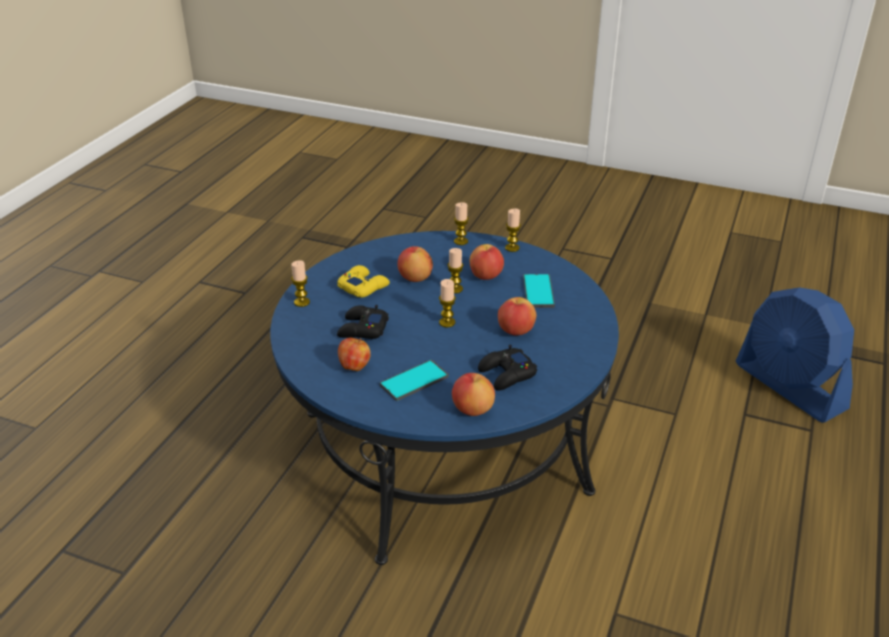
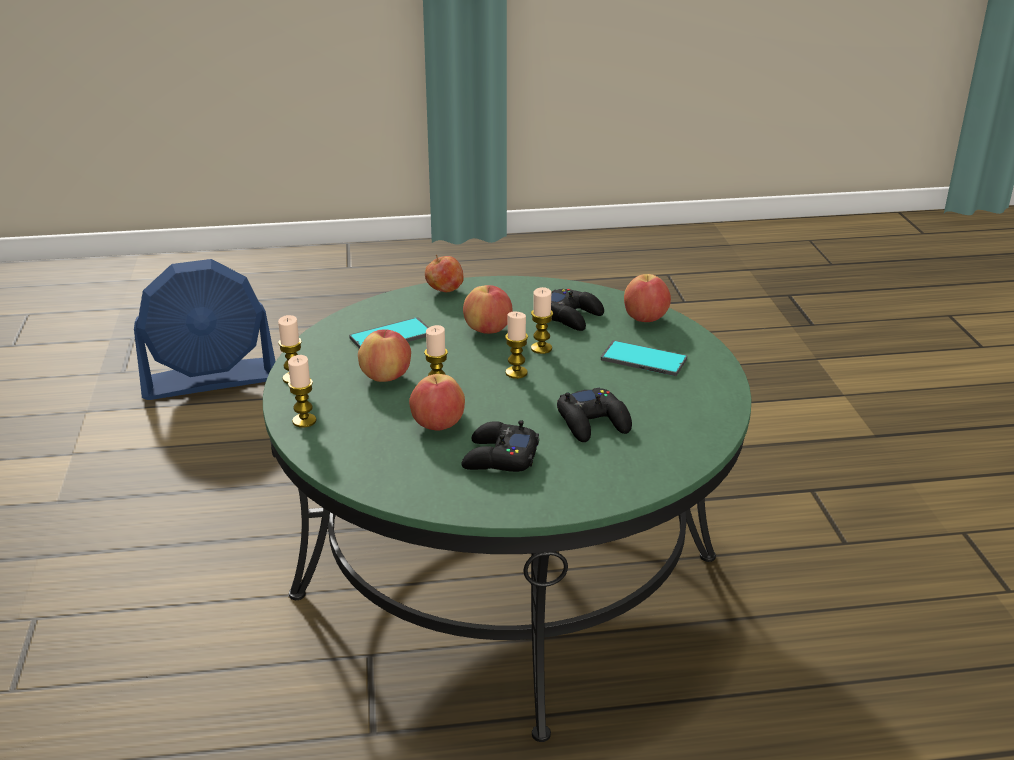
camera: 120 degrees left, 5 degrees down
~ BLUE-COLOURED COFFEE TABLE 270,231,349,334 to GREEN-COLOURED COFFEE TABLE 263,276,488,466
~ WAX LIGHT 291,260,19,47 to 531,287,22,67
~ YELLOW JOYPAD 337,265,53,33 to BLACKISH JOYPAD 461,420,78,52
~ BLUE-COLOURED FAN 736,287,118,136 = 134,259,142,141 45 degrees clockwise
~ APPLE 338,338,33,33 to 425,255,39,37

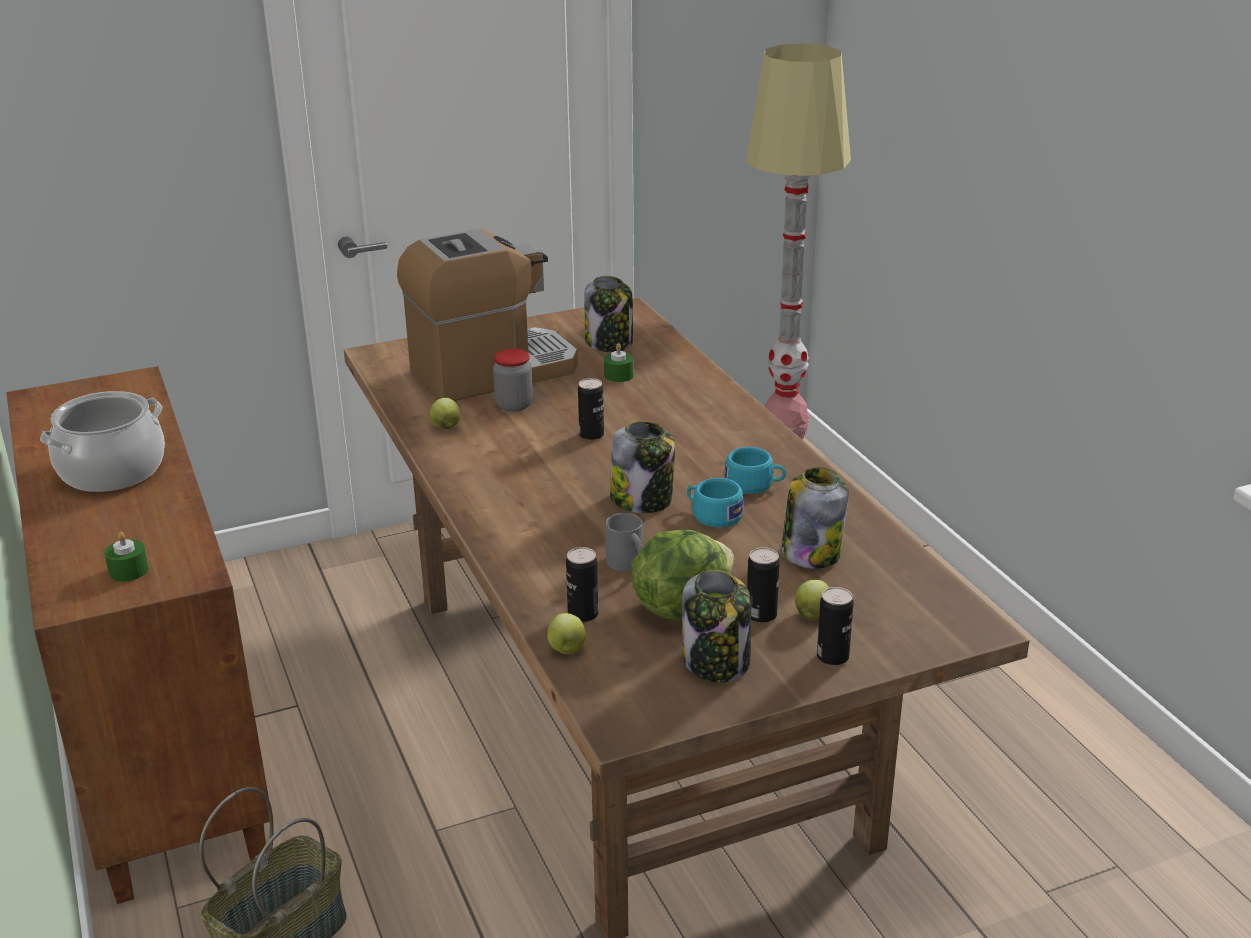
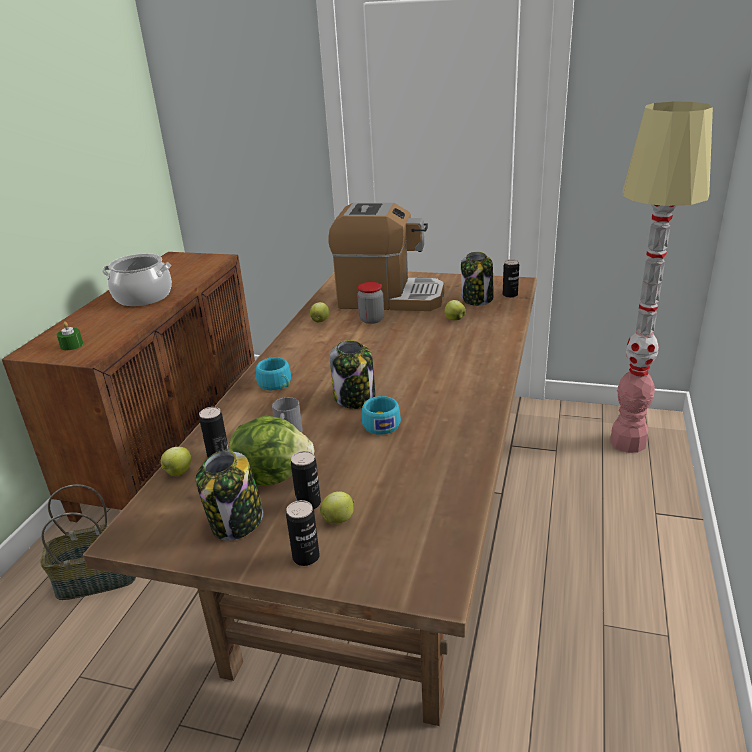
camera: 40 degrees right, 0 degrees up
~ GREEN-COLOURED WAX LIGHT 604,343,30,39 to APPLE 444,300,22,21
~ CAN 578,378,26,62 to 503,260,16,38
~ TURQUOISE DRINKING CUP 724,447,62,47 to 256,357,35,33
- PRESERVE JAR 782,467,66,102

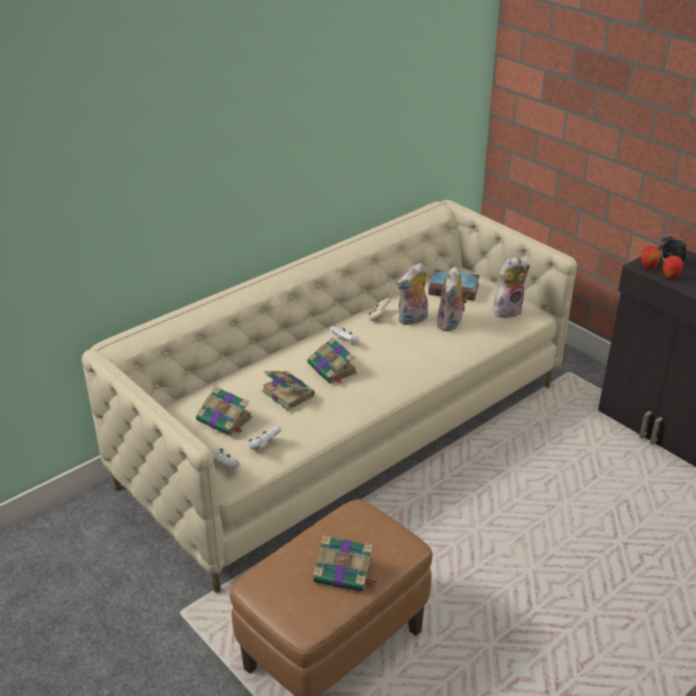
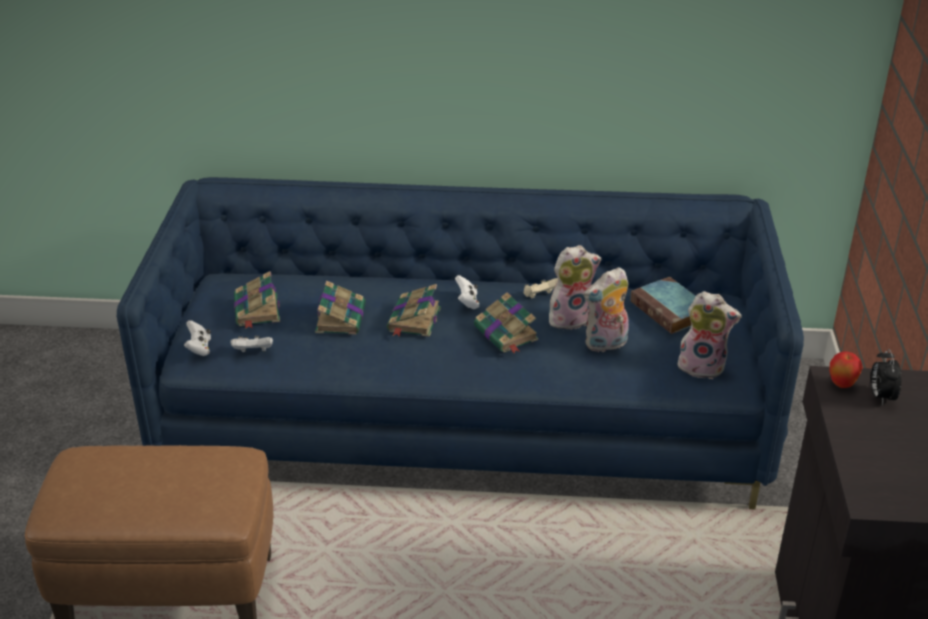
camera: 45 degrees right, 0 degrees up
~ BEIGE-COLOURED COUCH 82,200,495,393 to BLUE-COLOURED COUCH 117,177,687,333
- APPLE 663,255,20,24
~ CUDDLY TOY 397,263,31,62 = 549,245,52,85 150 degrees clockwise
~ VOLUME 313,535,64,56 to 474,292,65,62

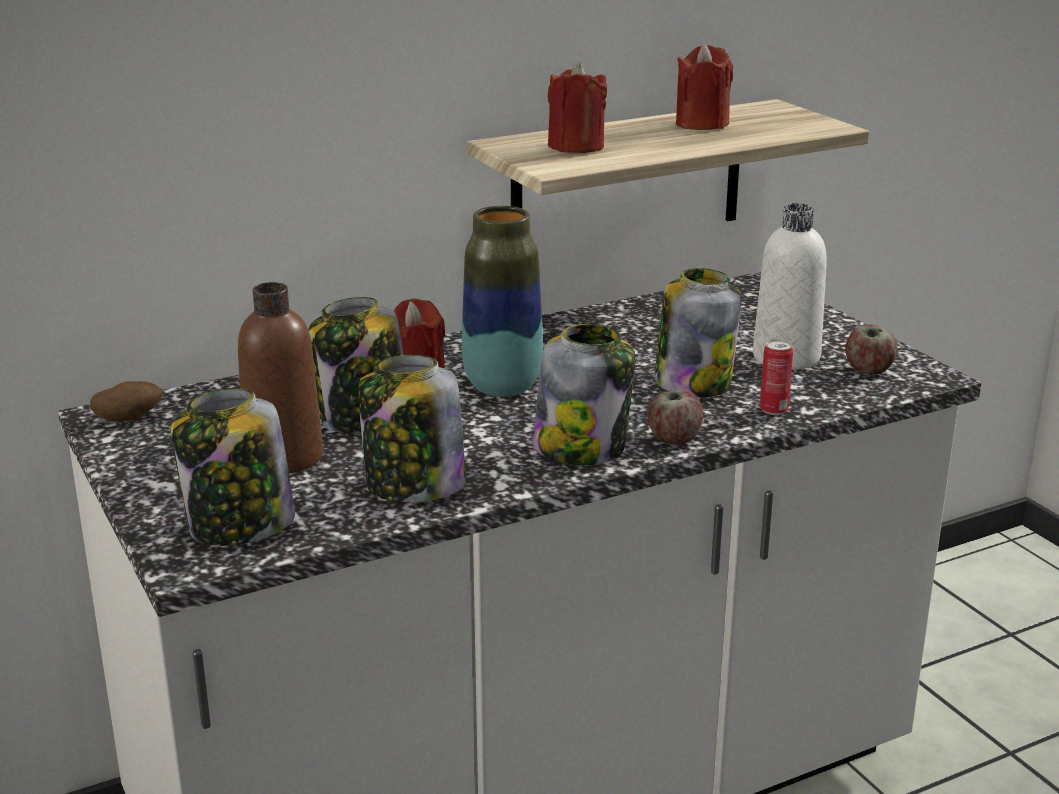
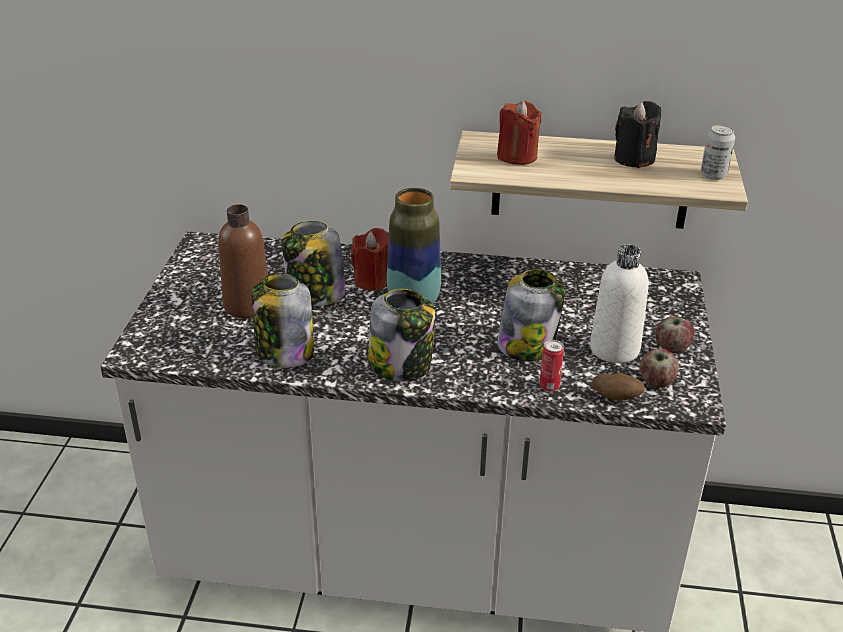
camera: 35 degrees right, 10 degrees up
~ RED WAX LIGHT 676,44,57,86 to BLACKISH WAX LIGHT 614,101,47,67
~ POTATO 90,381,73,40 to 593,373,52,28
- PRESERVE JAR 171,388,124,158
~ APPLE 647,390,56,55 to 655,317,39,36
+ CAN 701,125,34,55

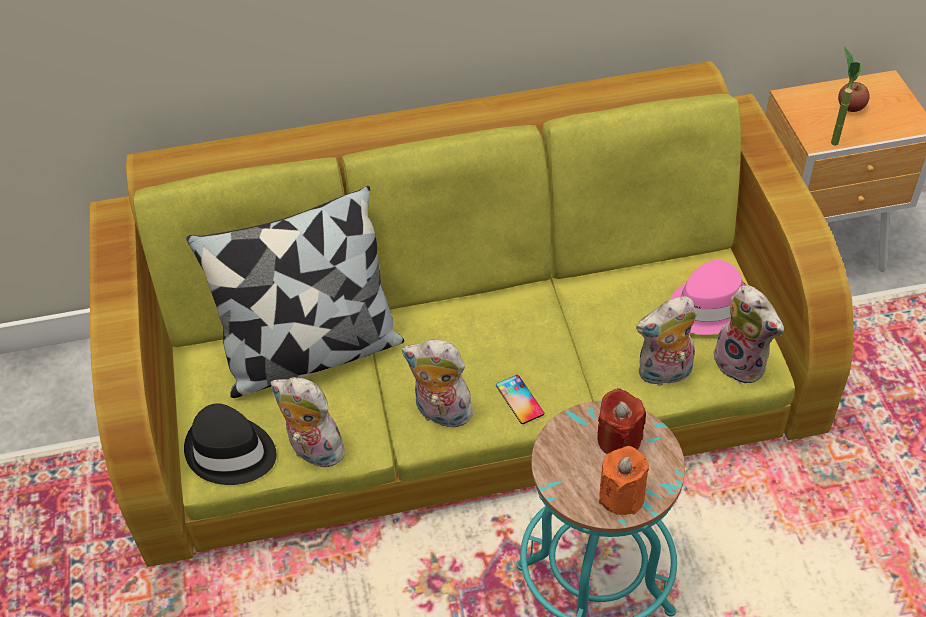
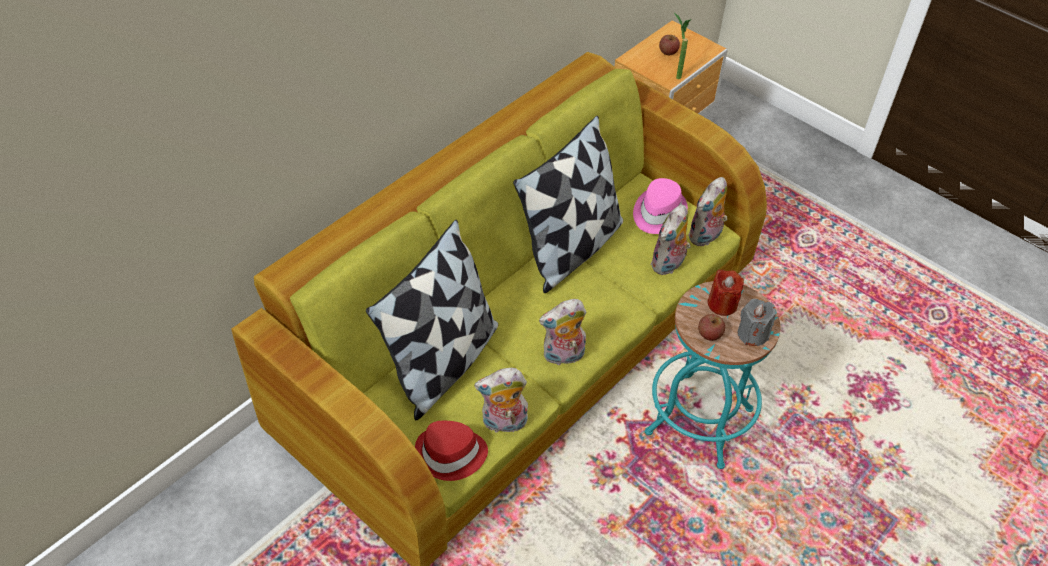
camera: 40 degrees left, 0 degrees up
~ CUDDLY TOY 714,285,70,99 = 688,177,40,70 120 degrees clockwise
- TELEPHONE 496,375,48,49
~ BLACKISH HAT 184,403,92,82 to RED HAT 415,421,73,60
~ ORANGE WAX LIGHT 599,446,50,69 to GRAY WAX LIGHT 738,299,38,47
+ CUSHION 513,116,110,177
+ APPLE 698,314,27,27

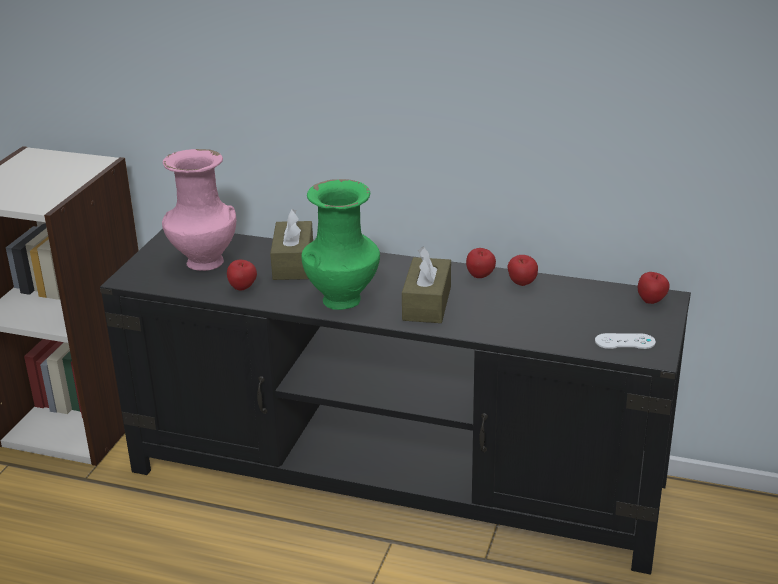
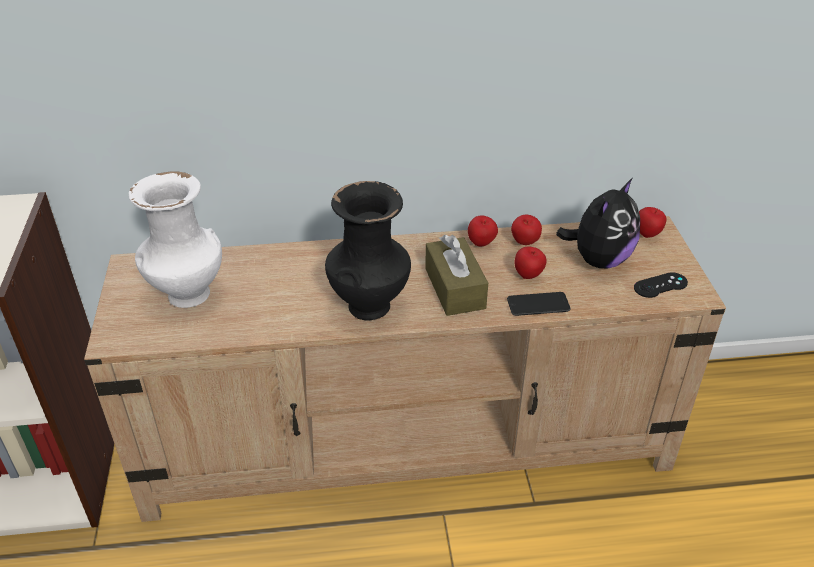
camera: 25 degrees left, 10 degrees up
~ PINK DECORATIVE VASE 162,149,74,122 to WHITE-COLOURED DECORATIVE VASE 129,171,93,137
~ GREEN-COLOURED DECORATIVE VASE 302,179,78,131 to BLACKISH DECORATIVE VASE 325,181,86,140
- BROWNISH TISSUE BOX 270,209,43,71
~ BLACKISH TV STAND 100,229,591,346 to BEIGE-COLOURED TV STAND 84,216,642,306
~ APPLE 227,260,30,31 to 515,247,32,32
~ WHITE-COLOURED JOYPAD 595,333,61,16 to BLACKISH JOYPAD 634,272,54,26
+ CUDDLY TOY 556,178,84,90
+ TELEPHONE 507,292,64,24

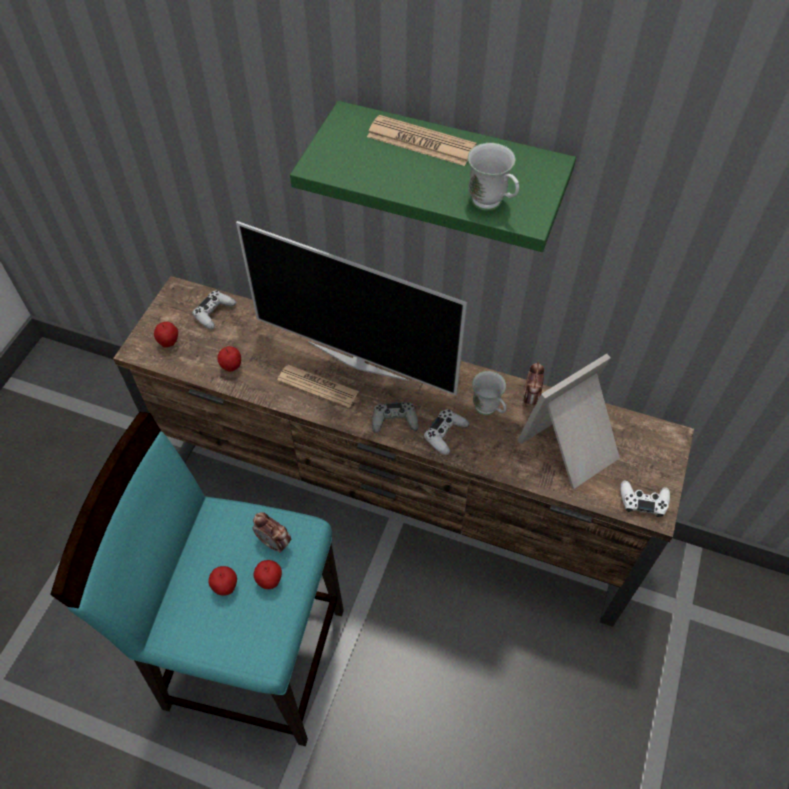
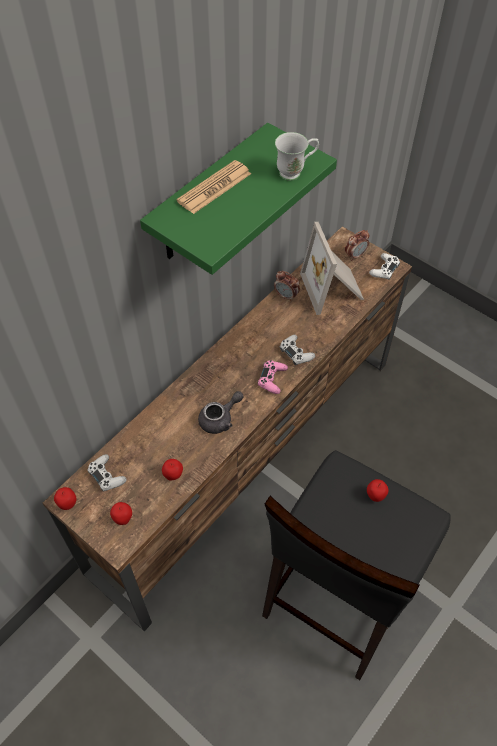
camera: 70 degrees left, 0 degrees up
- TV 236,221,231,175
~ PRINTED PAPER 277,365,82,43 to GRAY POT FOR TEA 198,391,45,43
- WHITE-COLOURED TEA MUG 472,371,34,44
~ GRAY JOYPAD 372,402,47,31 to PINK JOYPAD 258,360,30,34
~ TURQUOISE SITTING STOOL 50,412,294,334 to BLACKISH SITTING STOOL 262,450,188,230
~ ALARM CLOCK 253,512,38,41 to 345,230,24,31
~ APPLE 208,566,29,30 to 54,487,23,23

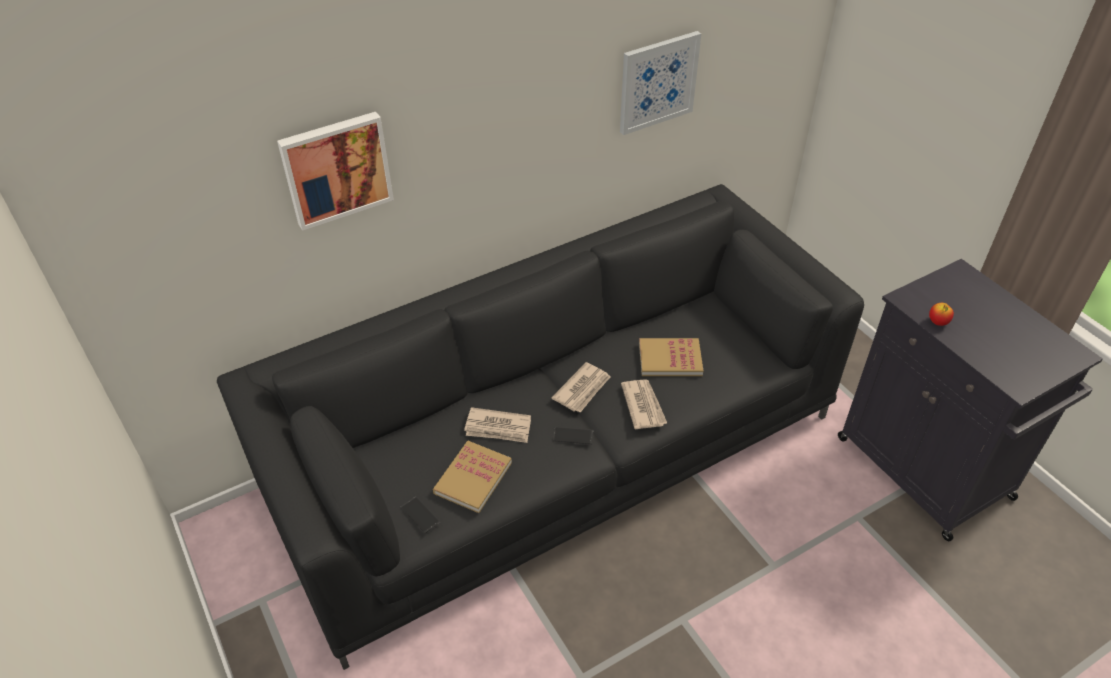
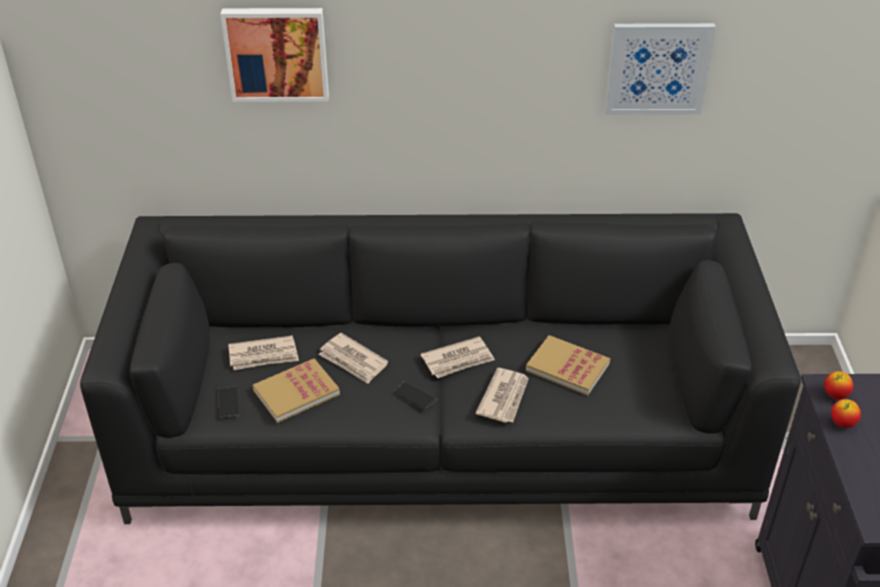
camera: 30 degrees right, 5 degrees down
+ PRINTED PAPER 228,335,71,35
+ APPLE 824,371,30,28

